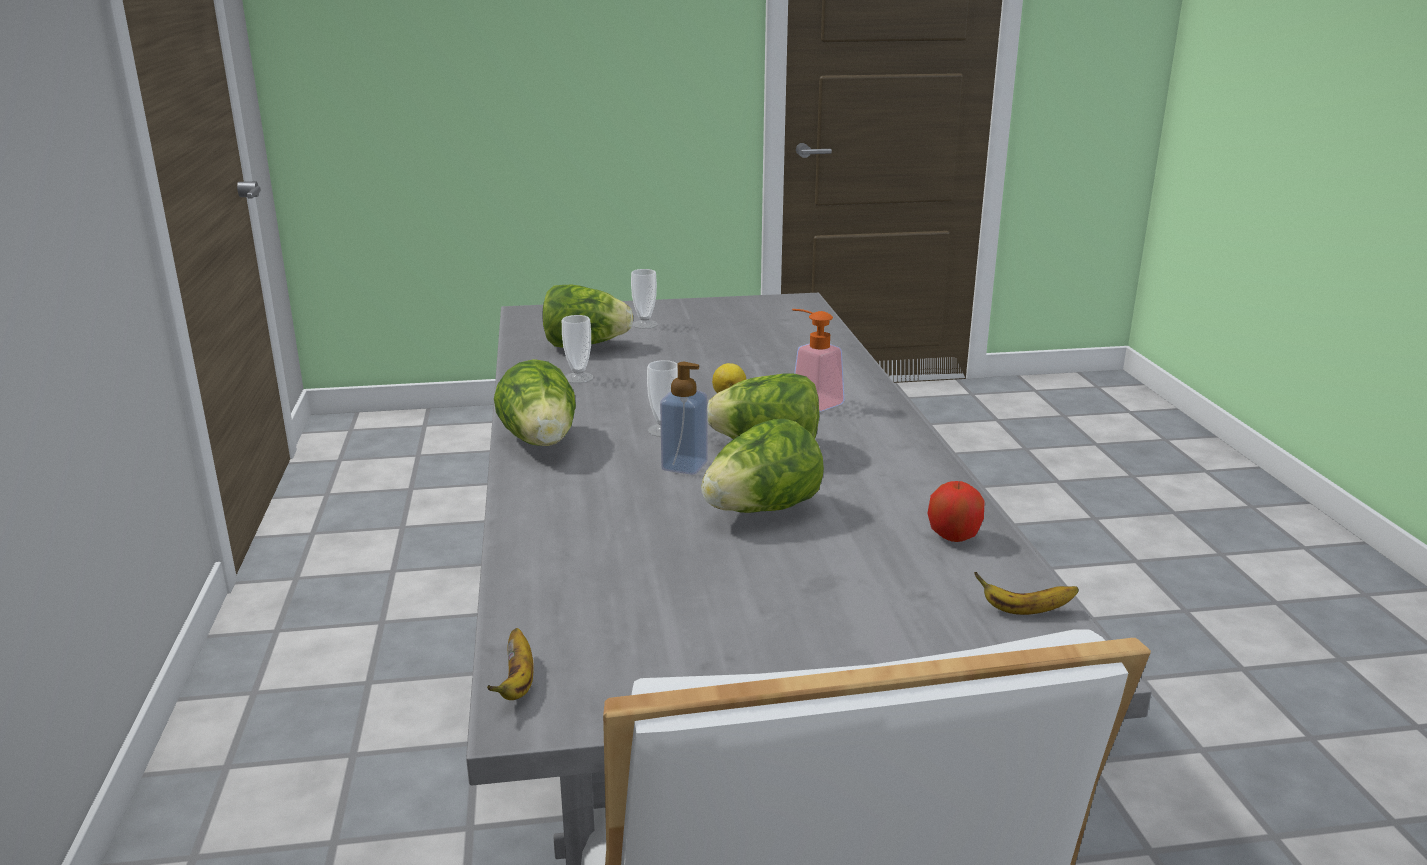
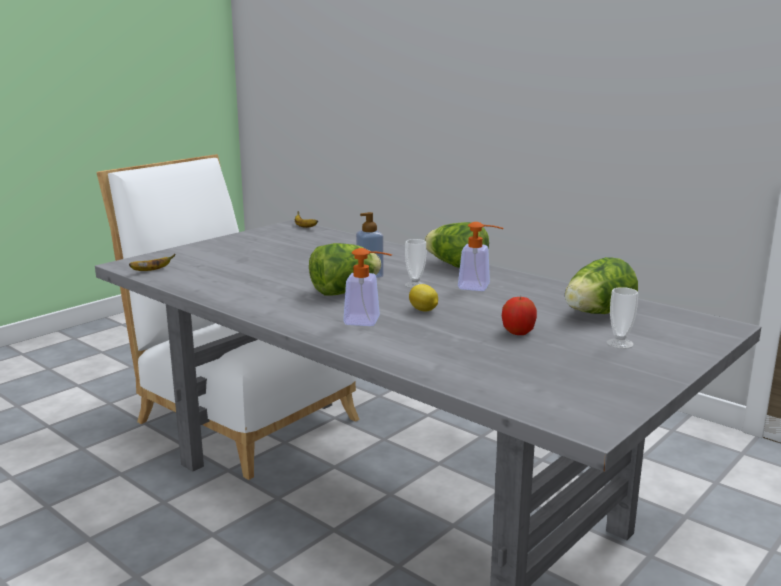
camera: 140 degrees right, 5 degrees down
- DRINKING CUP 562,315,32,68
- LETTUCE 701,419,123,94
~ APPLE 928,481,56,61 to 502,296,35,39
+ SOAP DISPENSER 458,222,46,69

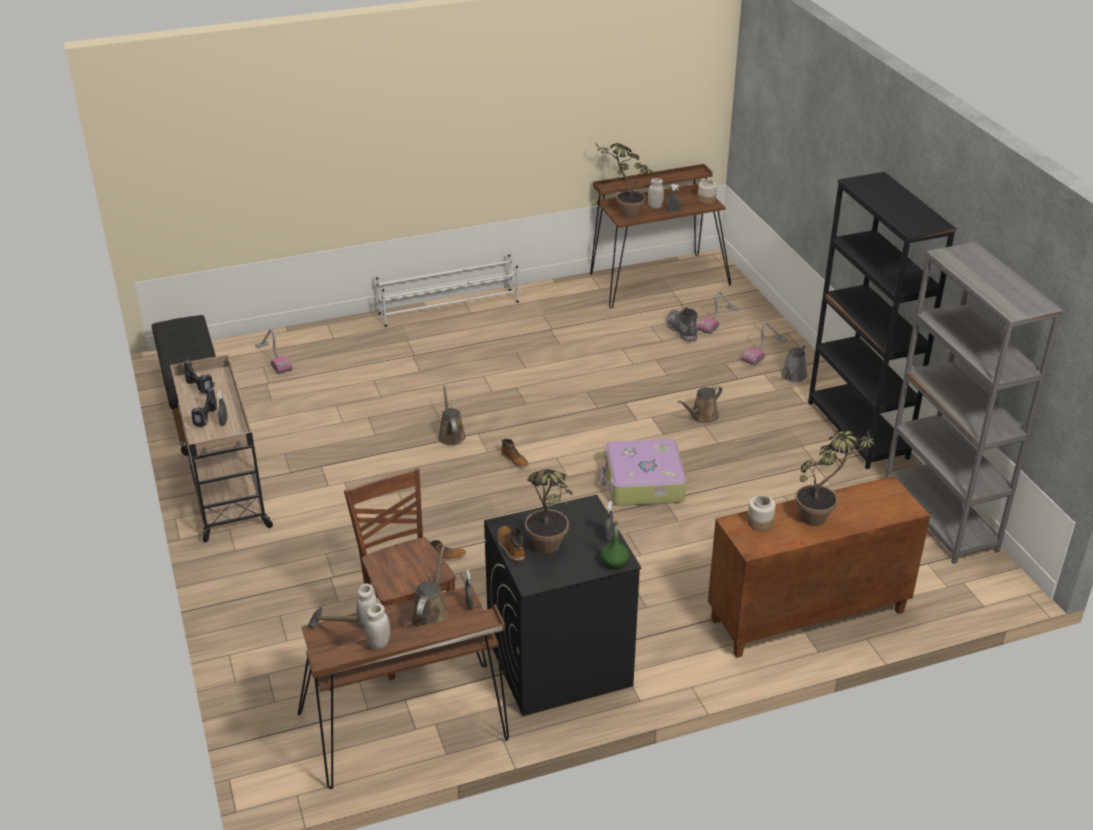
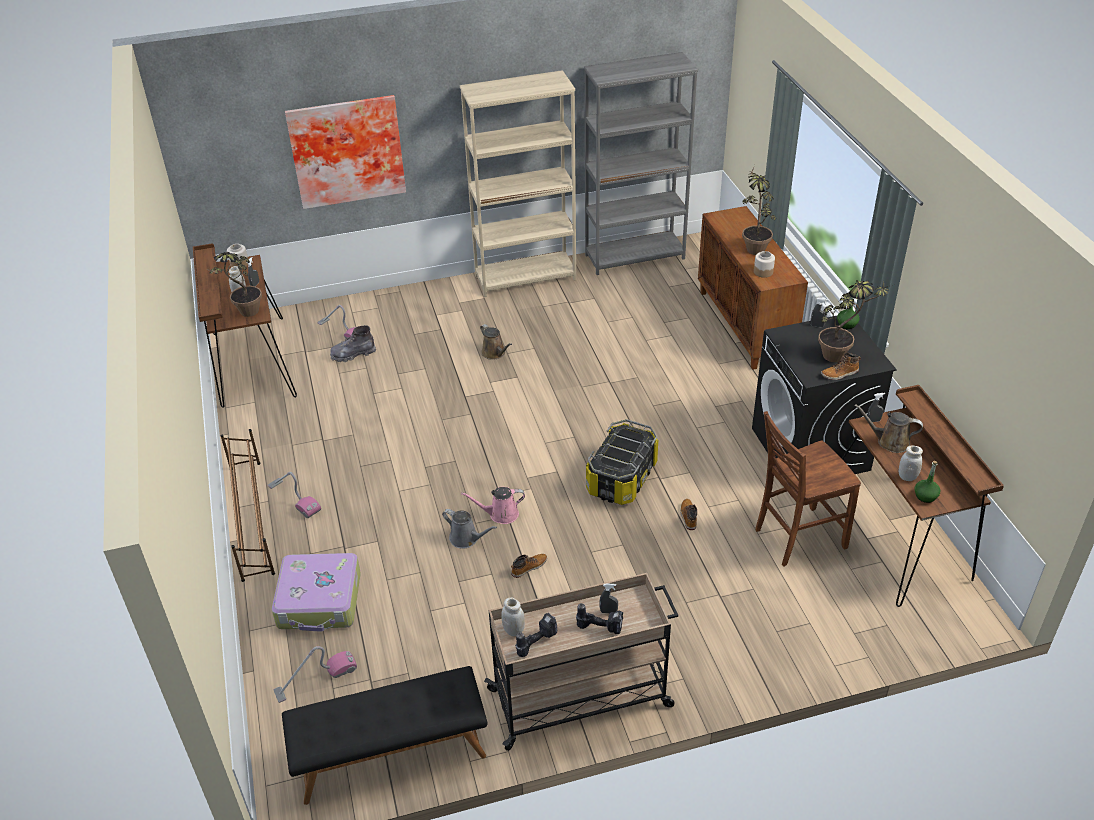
camera: 85 degrees left, 5 degrees up
~ BLACKISH SHELVING UNIT 808,172,148,297 to BEIGE-COLOURED SHELVING UNIT 460,70,116,227
~ WHITE-COLOURED SHOE SHELF 376,254,143,73 to BROWNISH SHOE SHELF 220,429,55,153
~ VACUUM 742,321,46,45 to 268,472,53,46
~ GRAY SPRINKLING CAN 781,344,27,38 to 442,509,55,40
~ BROWNISH SPRINKLING CAN 438,386,28,60 to PINK SPRINKLING CAN 461,487,64,37
~ TALL BOOT 501,439,28,29 to 511,554,36,24
~ SUITCASE 601,439,85,67 to 272,553,89,79
~ WHITE-COLOURED PRESERVE JAR 365,603,25,47 to 501,597,24,39
~ HAMMER 308,607,52,21 to GREEN-COLOURED BOTTLE 915,461,25,42
+ WALL PICTURE 285,95,121,114
+ STORAGE CONTAINER 586,419,72,86

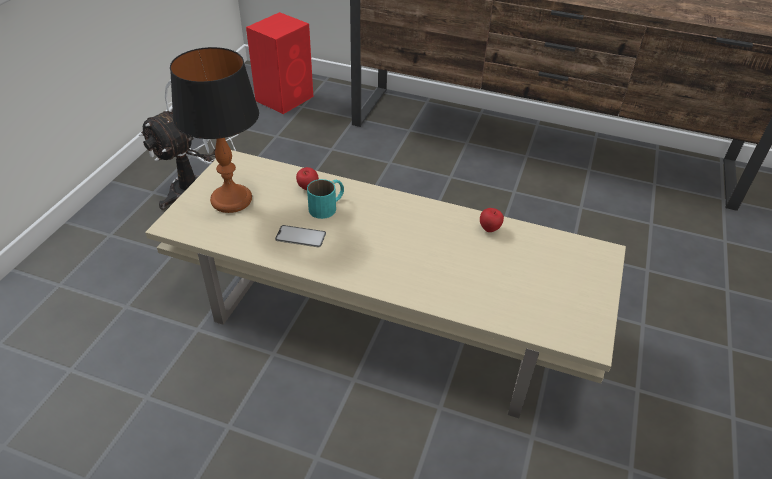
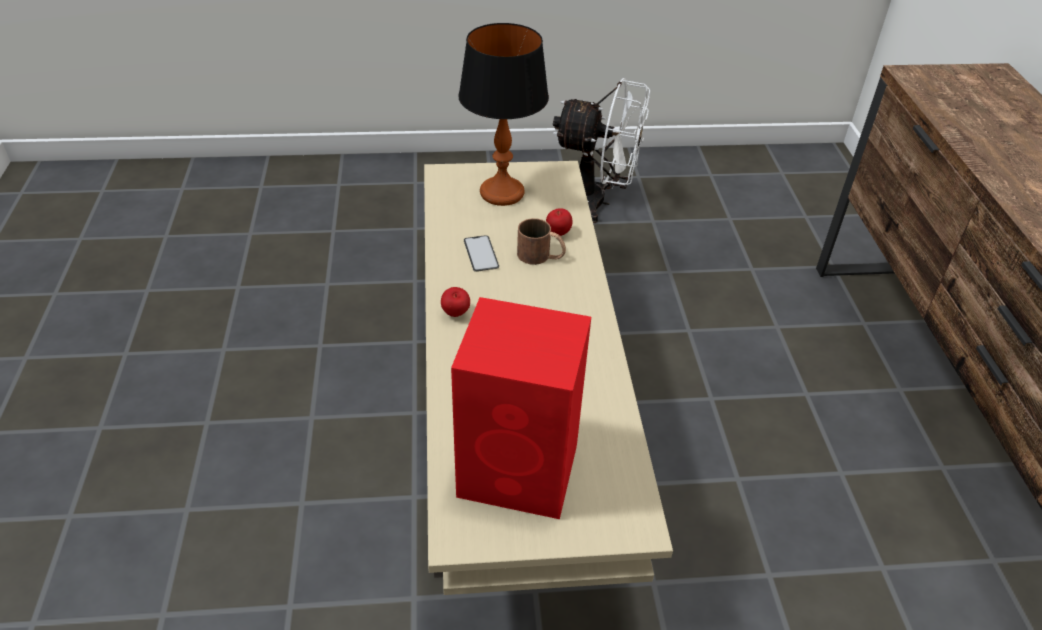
camera: 65 degrees right, 0 degrees up
~ RED LOUDSPEAKER 246,12,67,102 to 451,297,140,222
~ TURQUOISE TEA MUG 307,179,37,40 to BROWNISH TEA MUG 517,218,49,47
~ APPLE 480,208,24,24 to 441,287,29,30

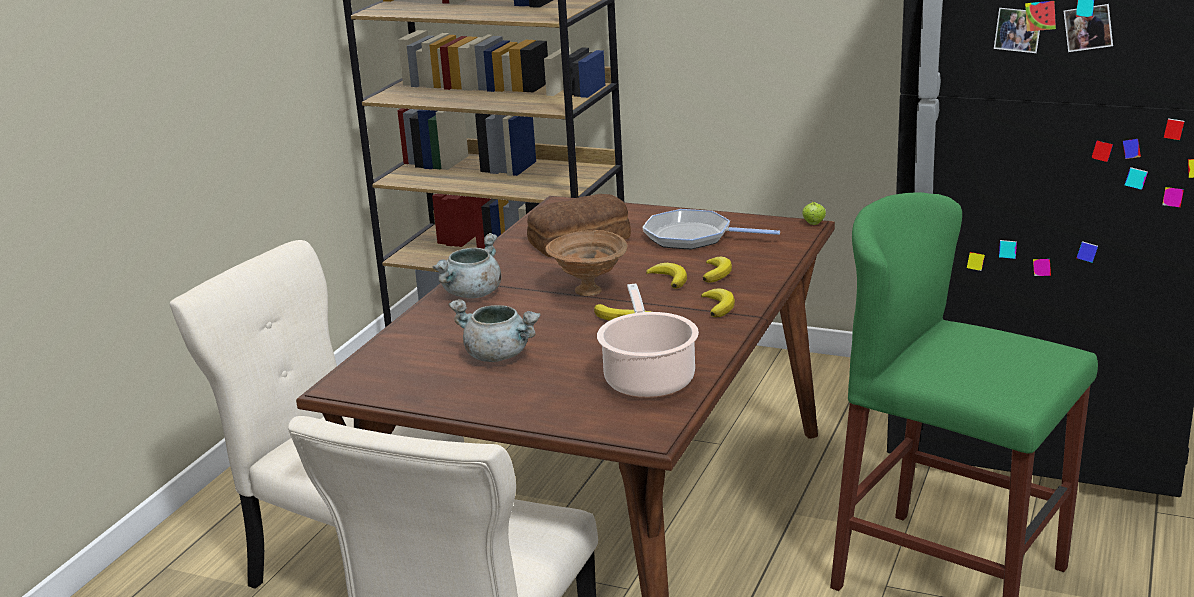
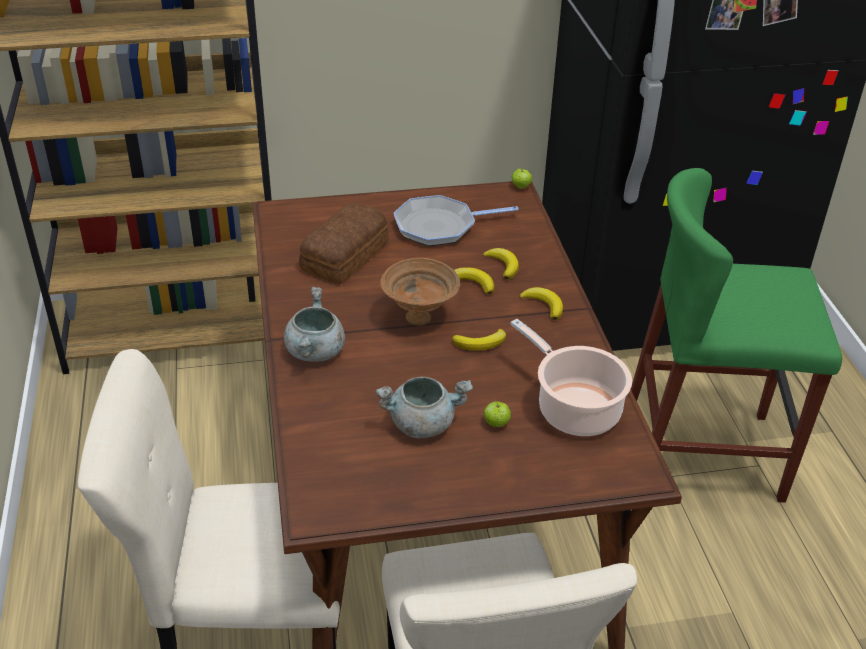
camera: 35 degrees left, 15 degrees up
+ APPLE 483,400,28,27

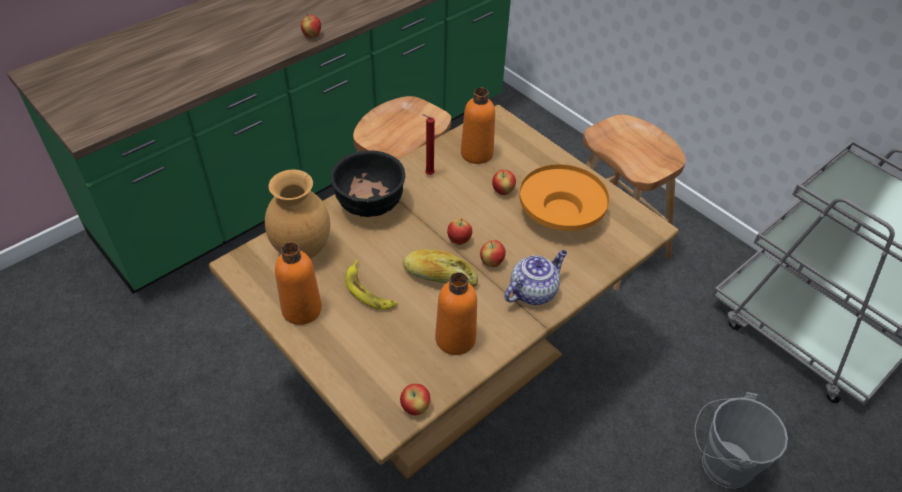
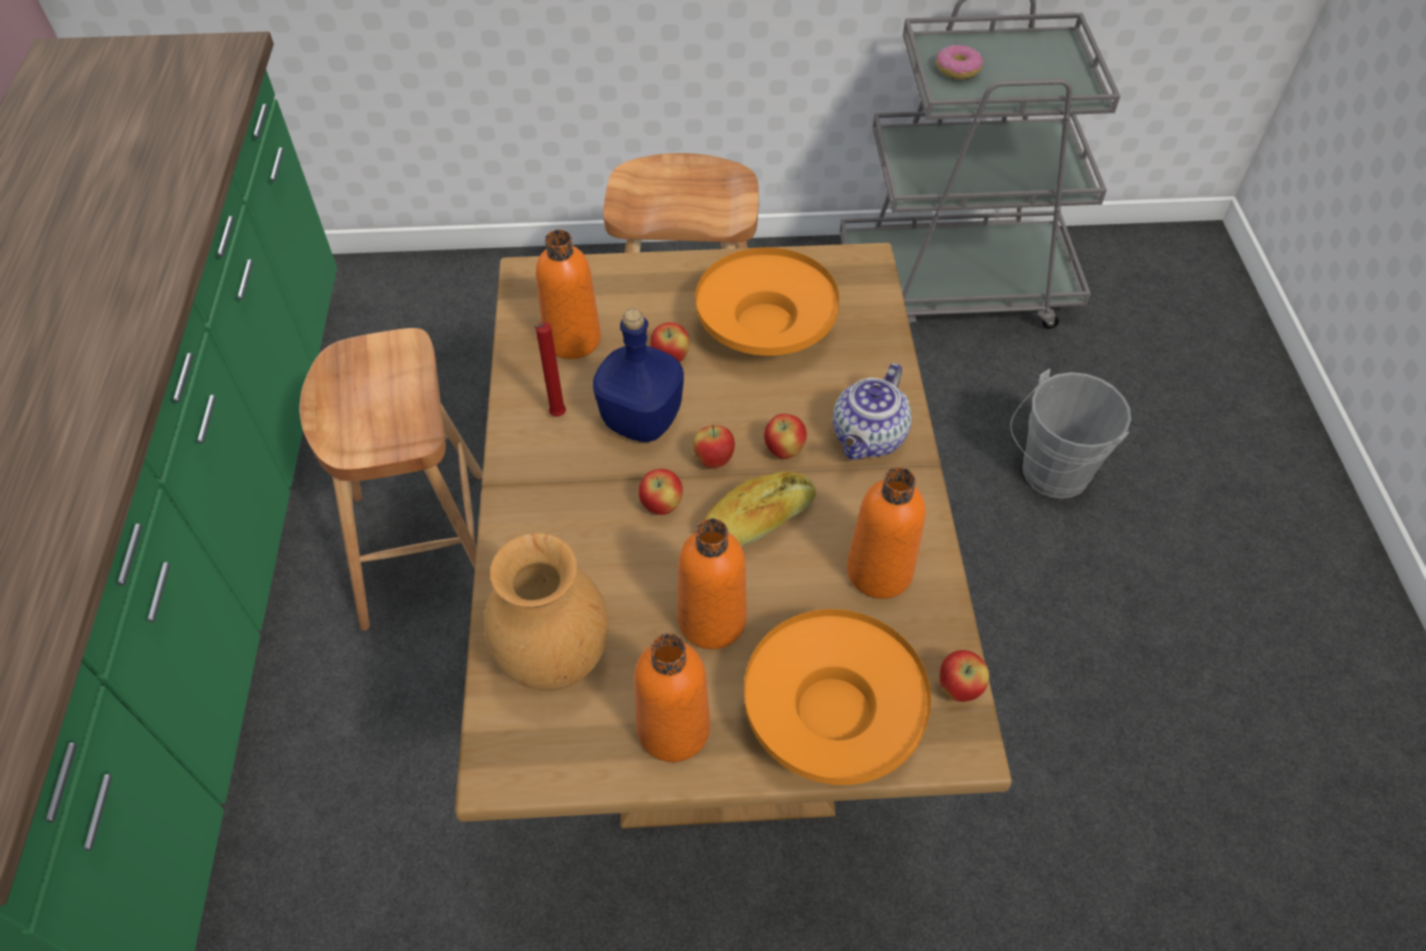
camera: 50 degrees left, 5 degrees up
~ APPLE 301,14,20,24 to 639,469,44,46
- BLACKISH SERVING BOWL 330,150,75,67
~ POT FOR TEA 504,250,63,55 = 833,363,79,97 150 degrees counterclockwise
~ BANANA FRUIT 345,260,52,50 to ORANGE BOTTLE 677,518,70,131
+ DONUT 936,45,47,34
+ BLUE-COLOURED BOTTLE 593,309,91,133
+ ORANGE SERVING BOWL 744,609,187,176

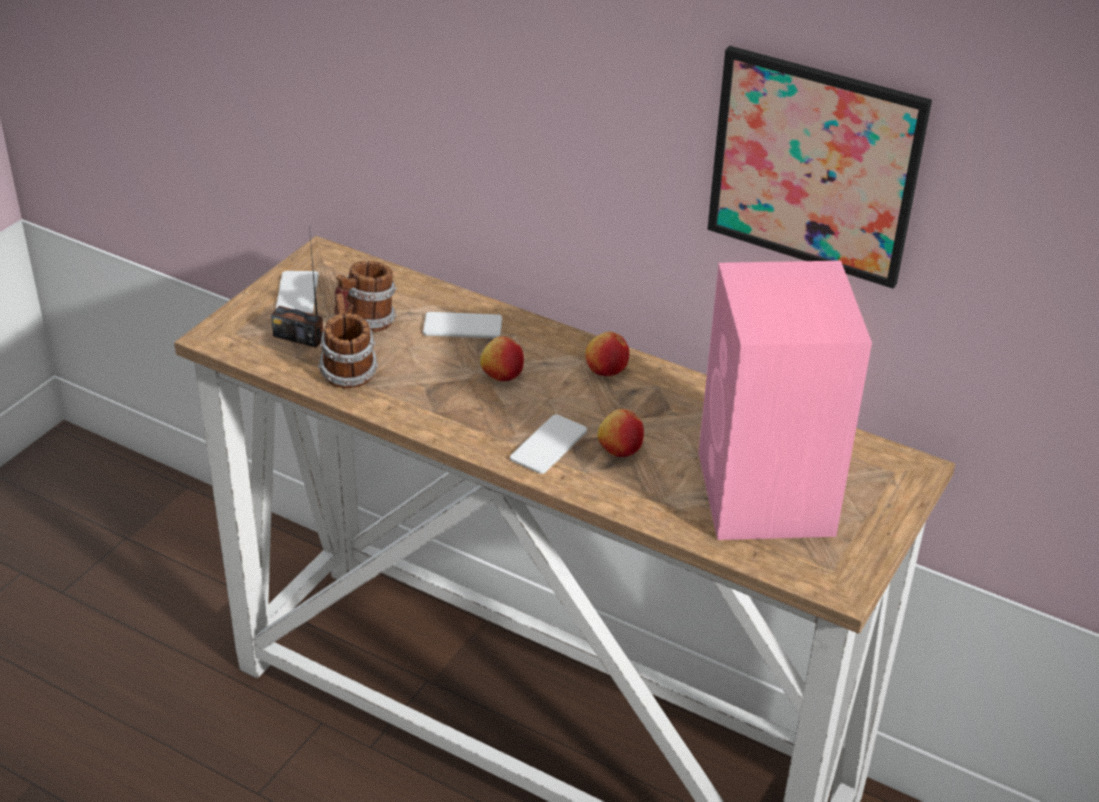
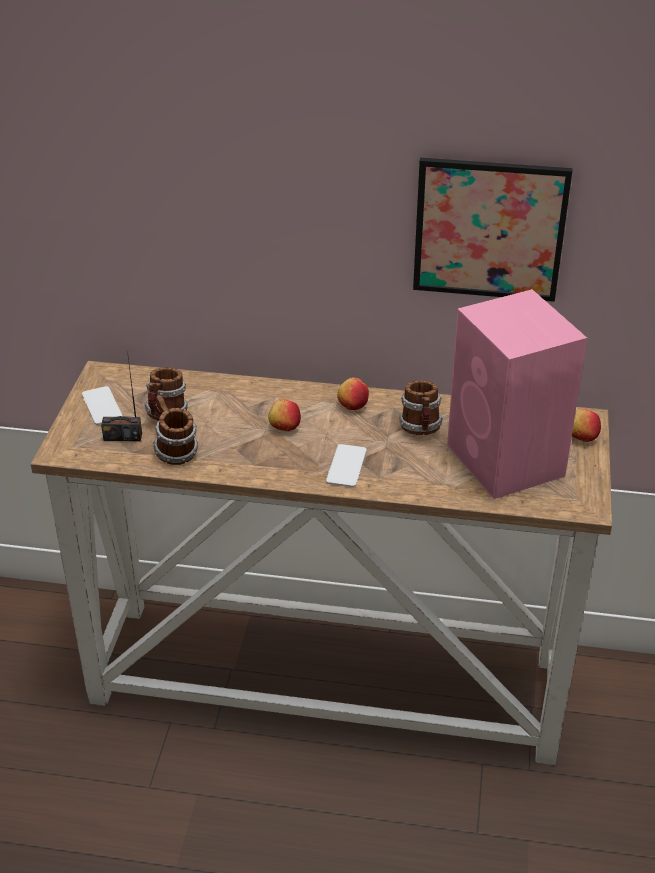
camera: 20 degrees left, 0 degrees up
- TELEPHONE 423,312,79,26
~ APPLE 598,409,46,48 to 572,408,29,34
+ TEA MUG 399,380,44,55

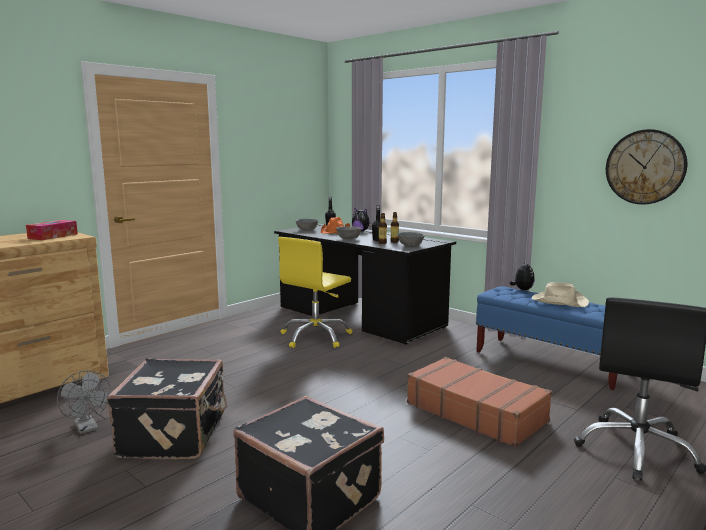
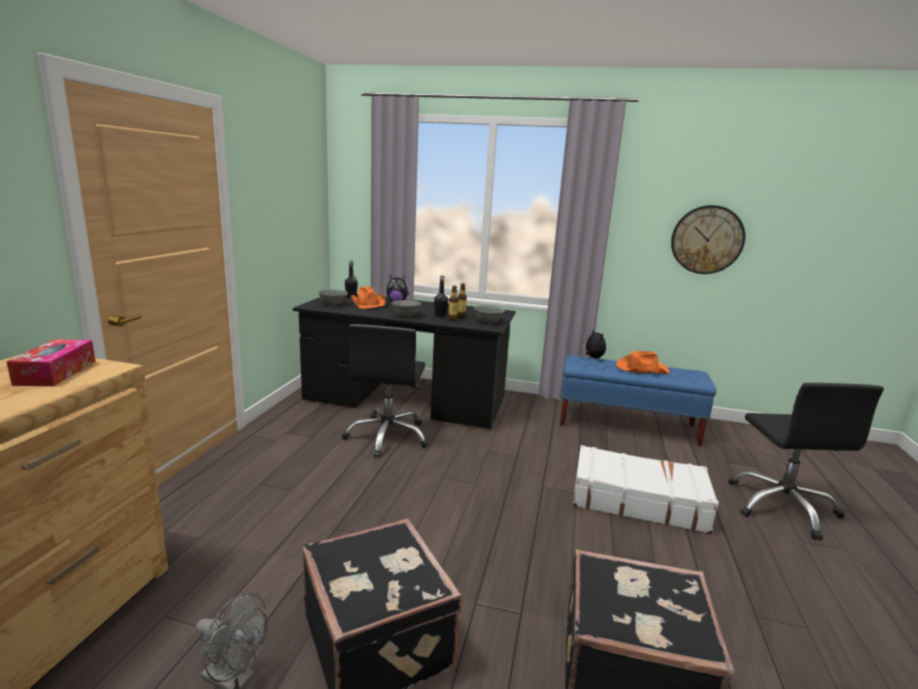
camera: 30 degrees left, 5 degrees up
~ YELLOW COMPUTER CHAIR 278,237,74,111 to BLACKISH COMPUTER CHAIR 342,324,87,134
~ BEIGE-COLOURED HAT 532,282,57,25 to ORANGE HAT 616,351,54,23
~ BROWNISH SUITCASE 407,357,145,91 to WHITE-COLOURED SUITCASE 573,445,146,89

